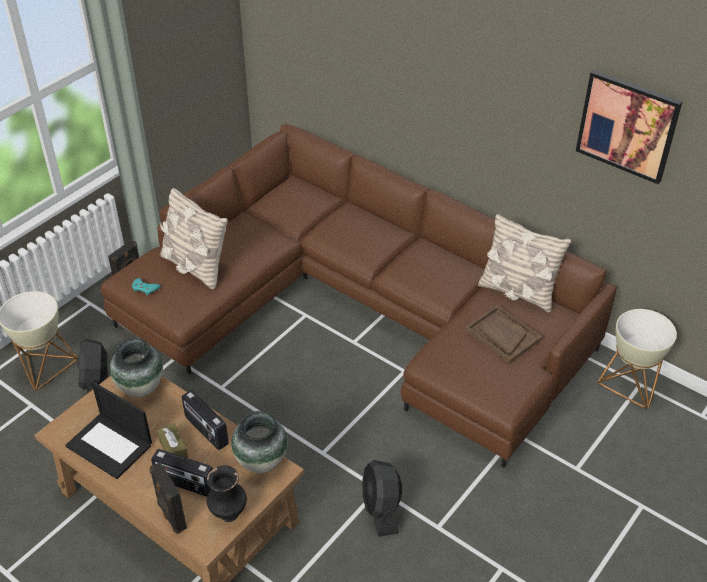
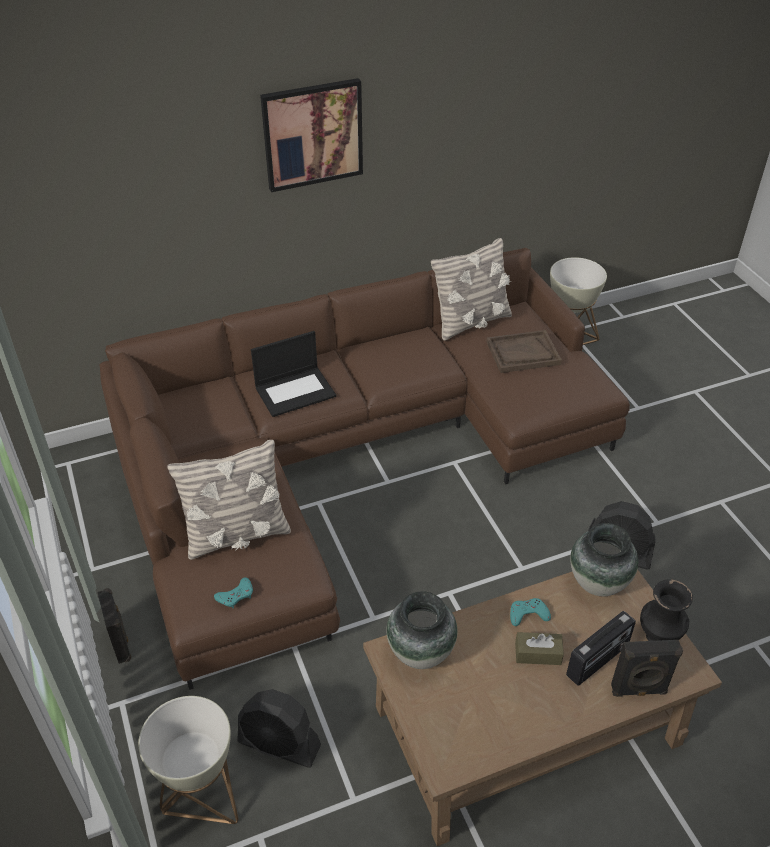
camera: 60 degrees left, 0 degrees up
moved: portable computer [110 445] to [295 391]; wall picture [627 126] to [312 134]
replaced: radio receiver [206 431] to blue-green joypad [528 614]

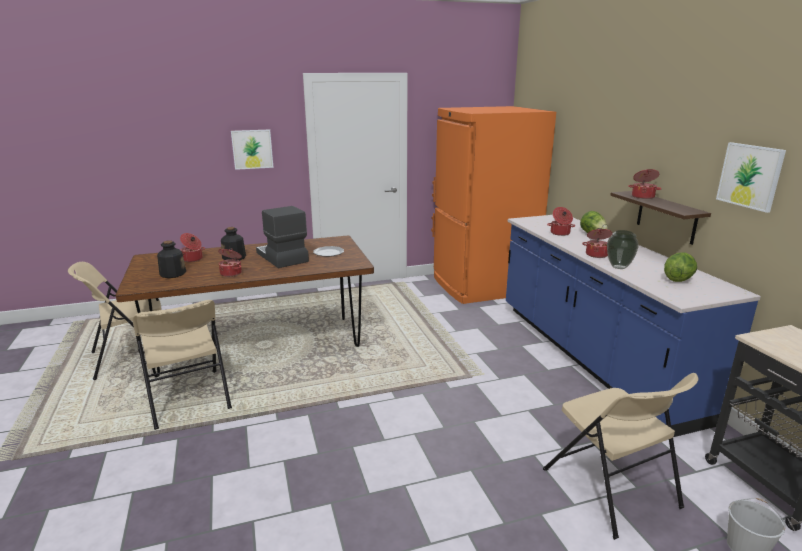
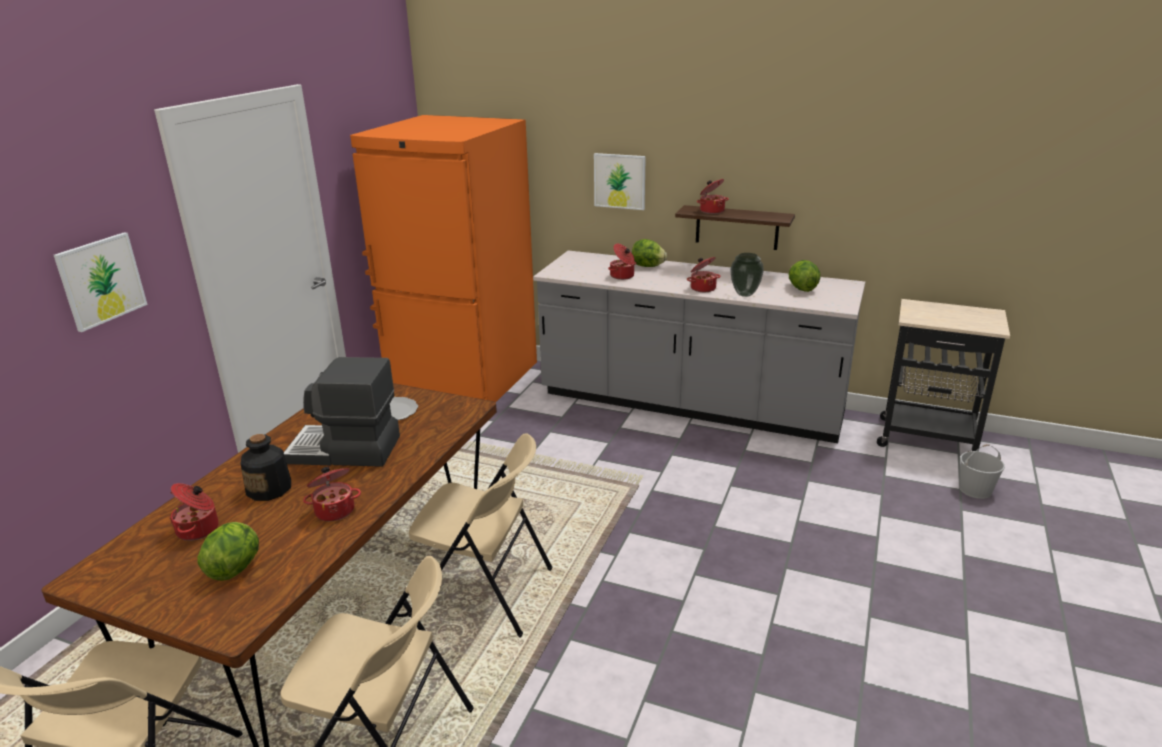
camera: 50 degrees left, 5 degrees up
moved: beige chair [609 488] to [483 592]; wall picture [750 176] to [619 181]
replaced: bottle [172 274] to head of lettuce [235 567]
recoloured: blue kitchen base unit [592 357] to greyish kitchen base unit [689 405]

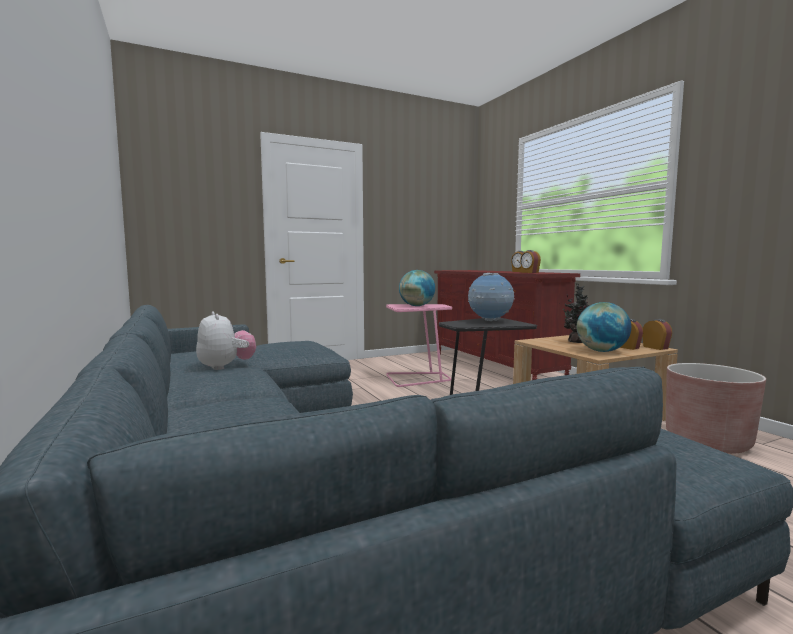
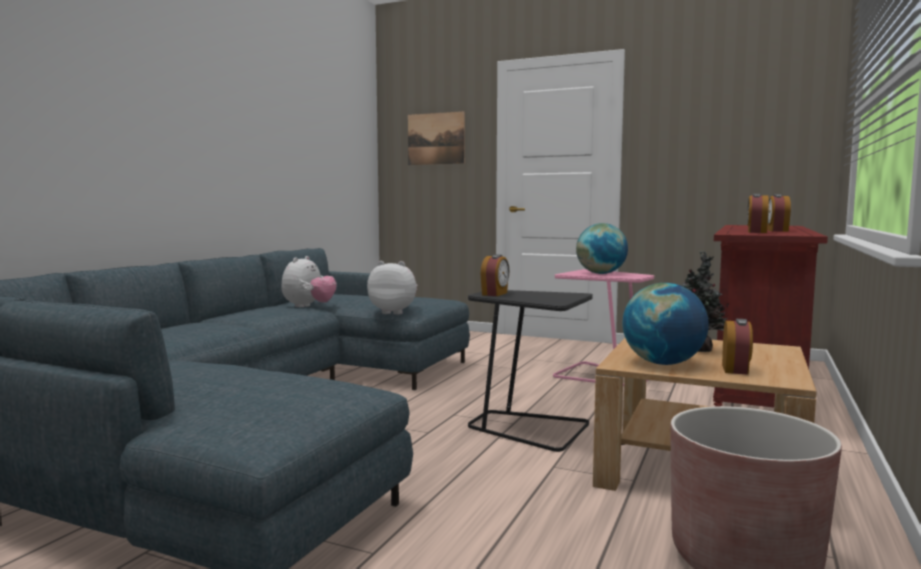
camera: 50 degrees right, 0 degrees up
removed: world globe [490 321]
added: soft toy [394 312]; wall picture [436 138]
moved: alarm clock [656 347] to [495 294]

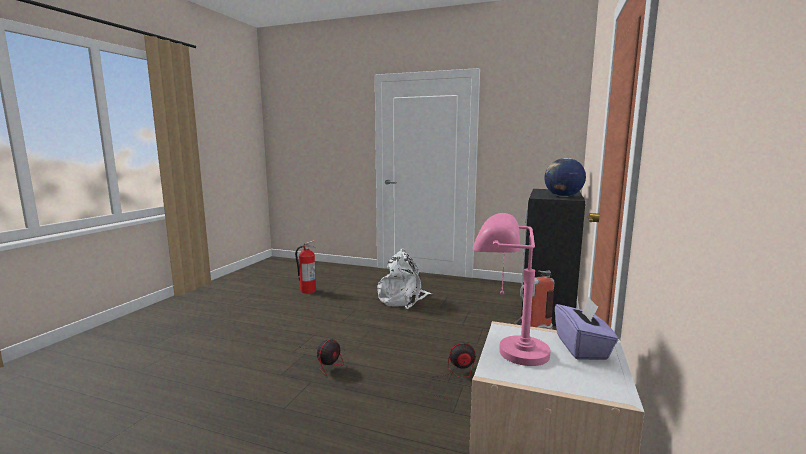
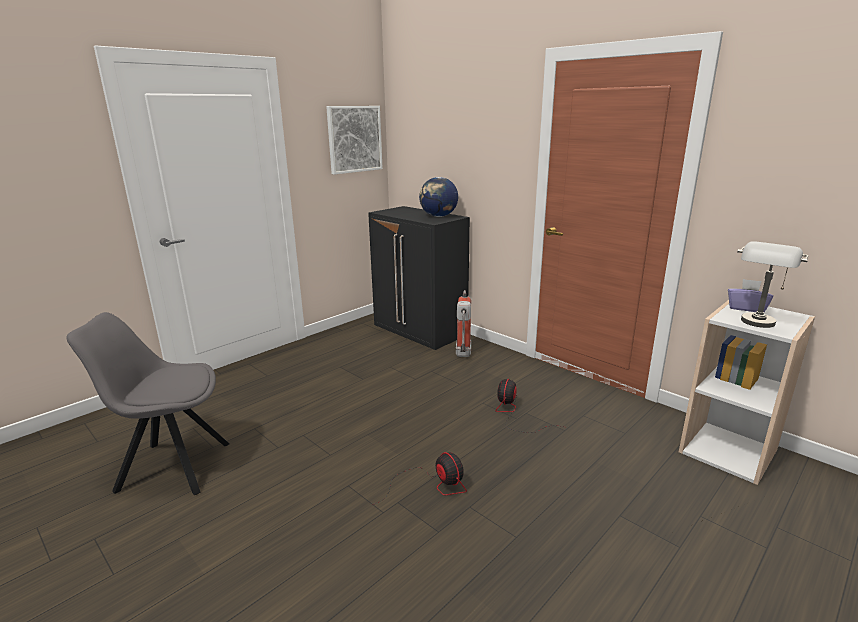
camera: 65 degrees left, 10 degrees up
removed: white-coloured backpack [403 299]
added: wall picture [354 139]
replaced: extinguisher [307 291] to greyish chair [173 467]
recoloured: pinkish lamp for a table [506 351] to greyish lamp for a table [757 325]

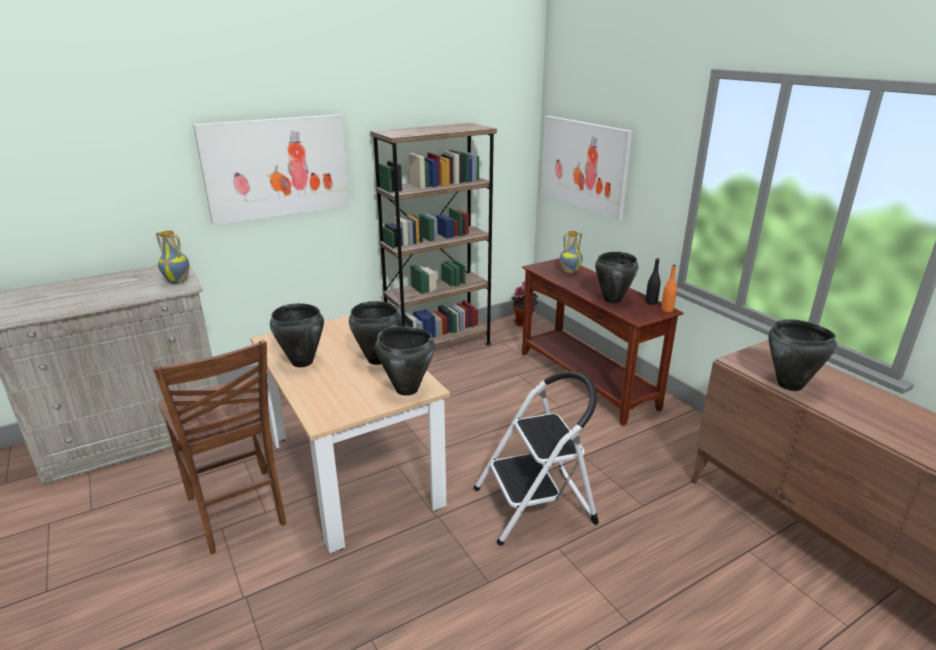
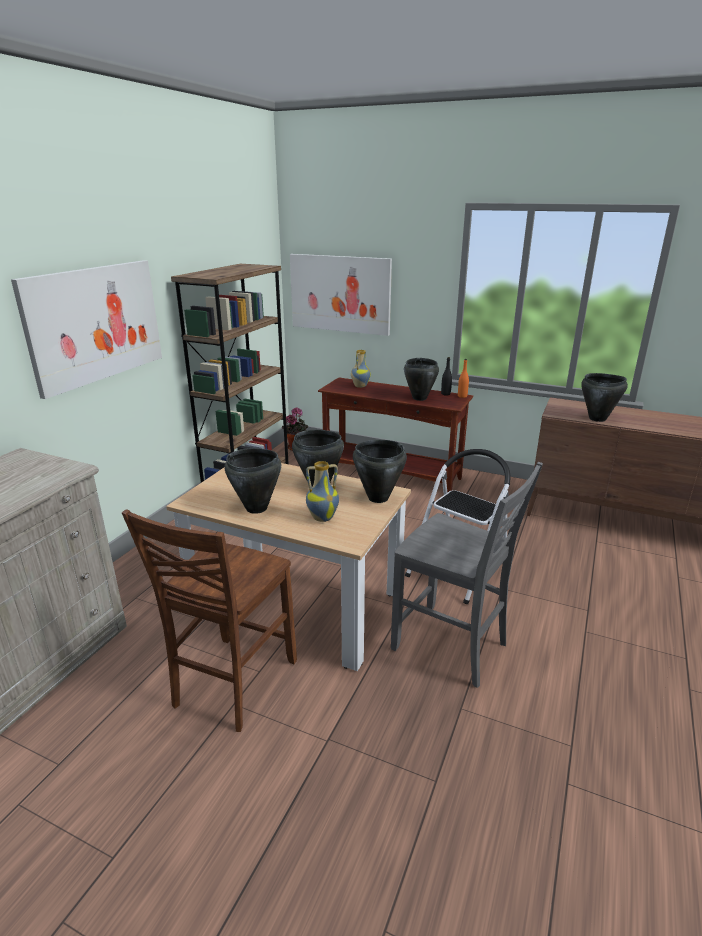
camera: 35 degrees left, 0 degrees up
added: greyish chair [452 646]
moved: decorative vase [178 281] to [322 517]
turned: brownish chair [238 512] = [232 683] 90 degrees clockwise

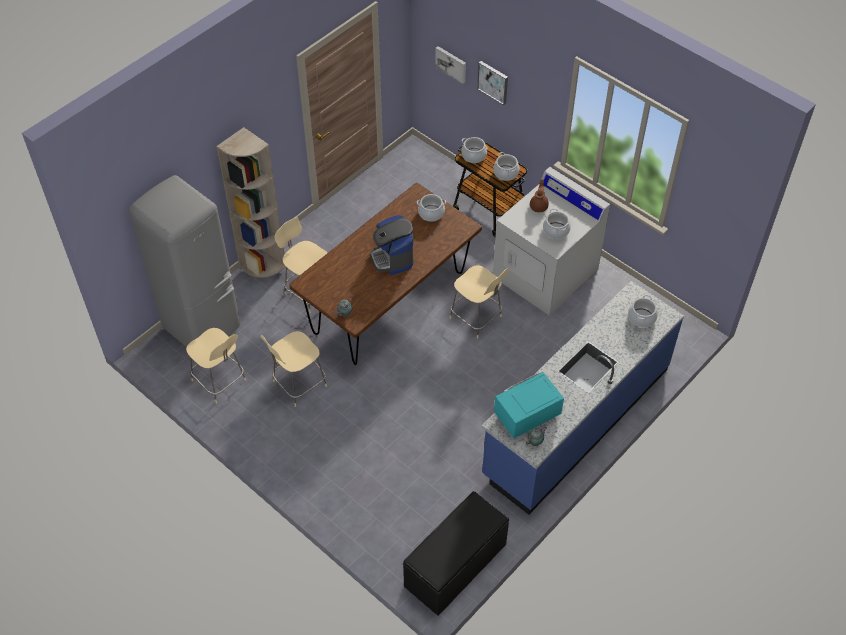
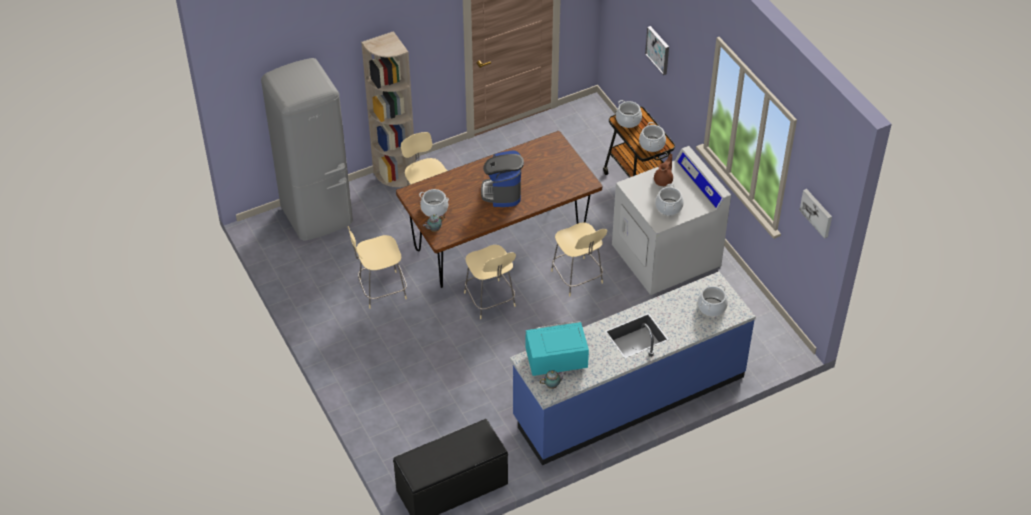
camera: 20 degrees right, 5 degrees down
moved: beige chair [220 381] to [490 301]; stockpot [431 213] to [434 209]; wall picture [451 64] to [817 212]

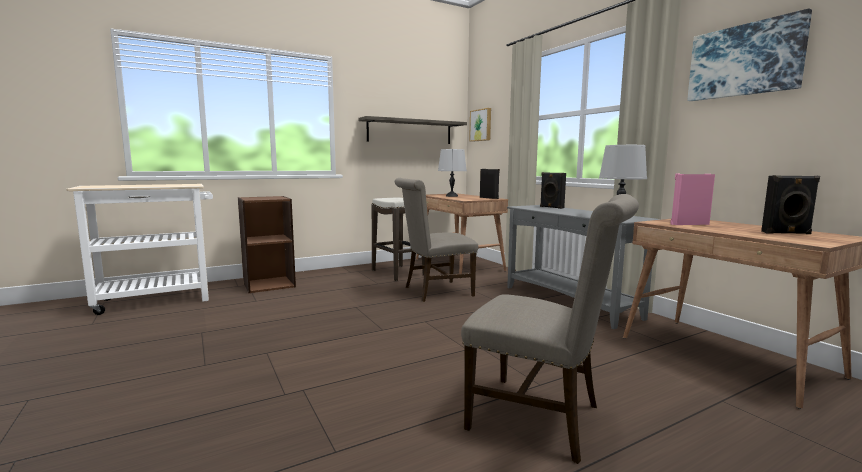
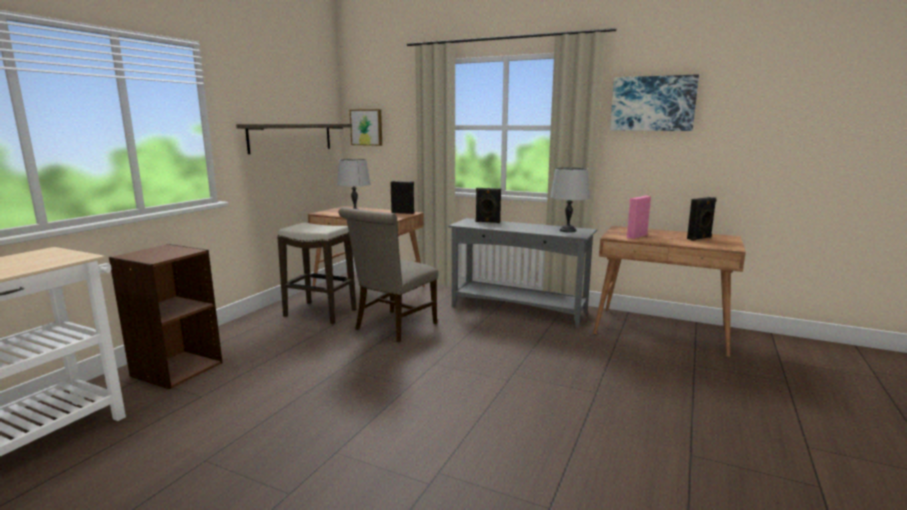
camera: 35 degrees left, 5 degrees up
removed: beige chair [543 418]

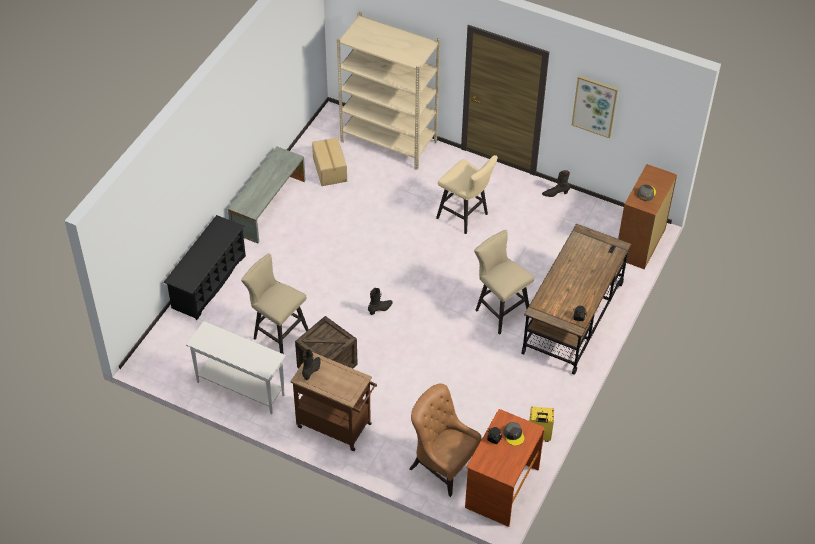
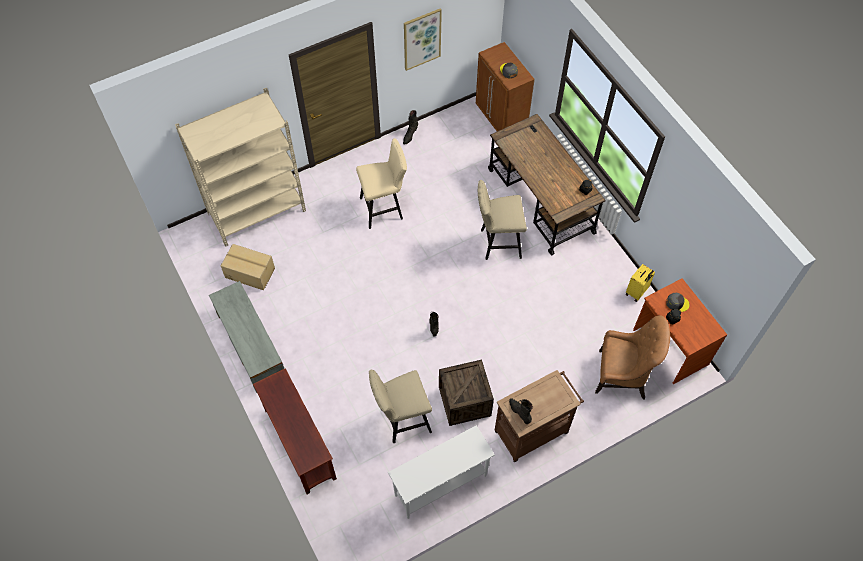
camera: 55 degrees left, 10 degrees up
replaced: black-coloured shoe shelf [208 282] to brownish console table [299 444]
turned: brownish chair [442 465] = [622 375] 150 degrees counterclockwise

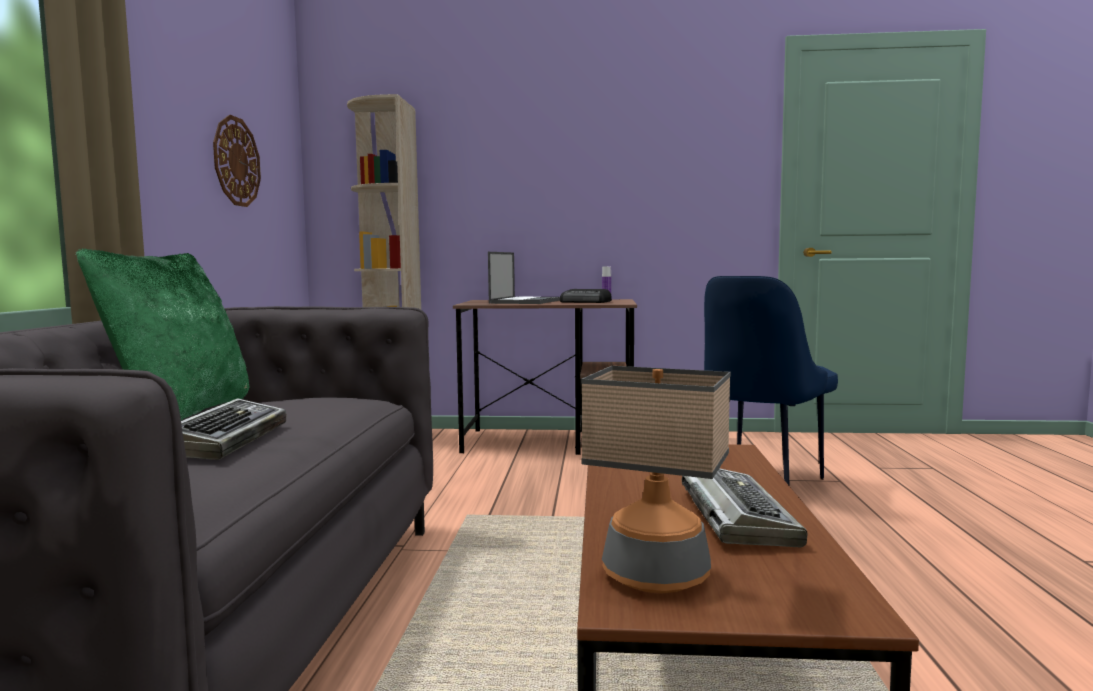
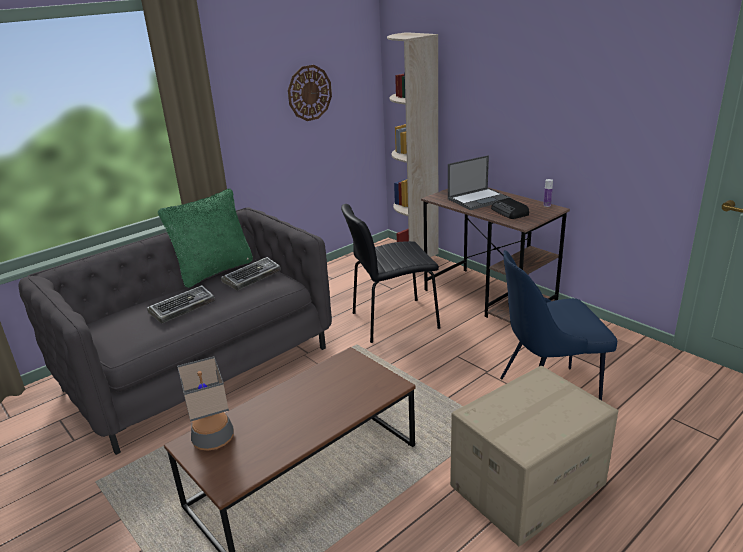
camera: 45 degrees right, 20 degrees up
added: black-coloured chair [391 321]; carton [527 484]
moved: PC keyboard [736 517] to [252 277]

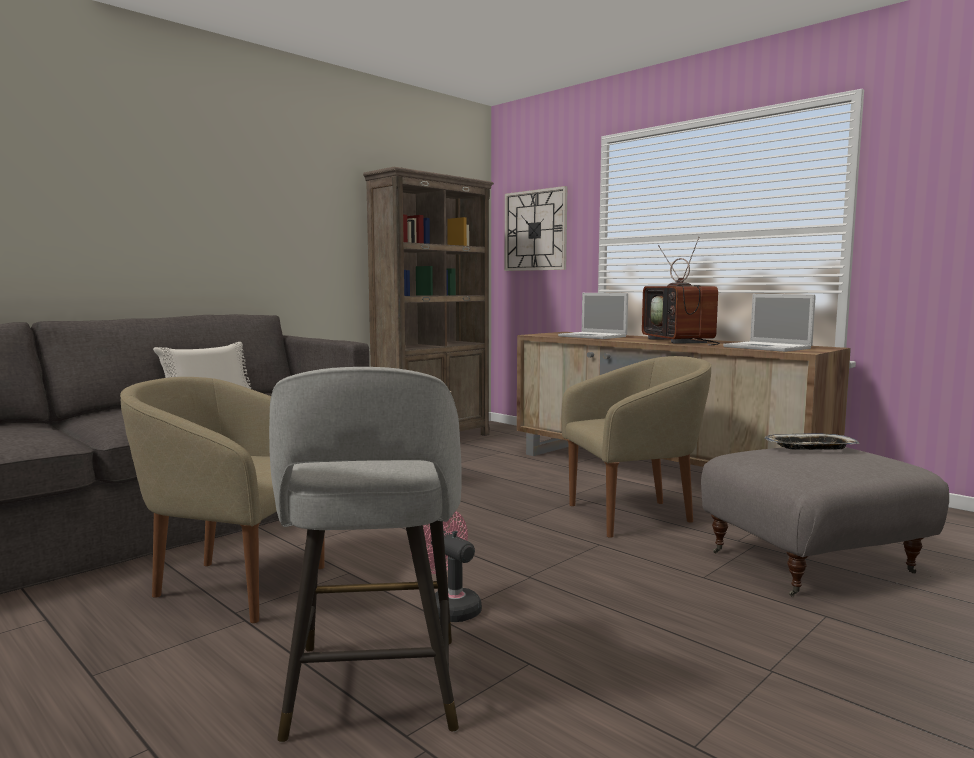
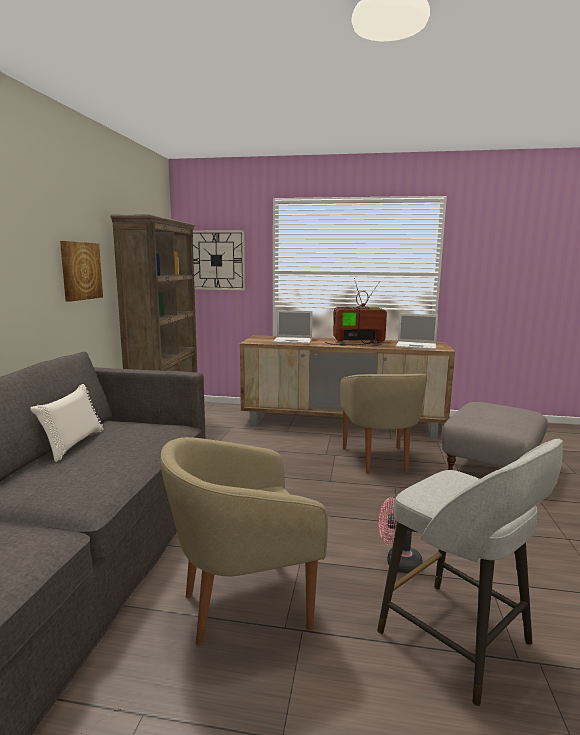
camera: 35 degrees left, 5 degrees up
removed: tray [810 447]
added: wall picture [80 271]
turned: beige lounge chair [634 515] = [379 460] 135 degrees clockwise; television [681 341] = [356 342] 135 degrees clockwise

